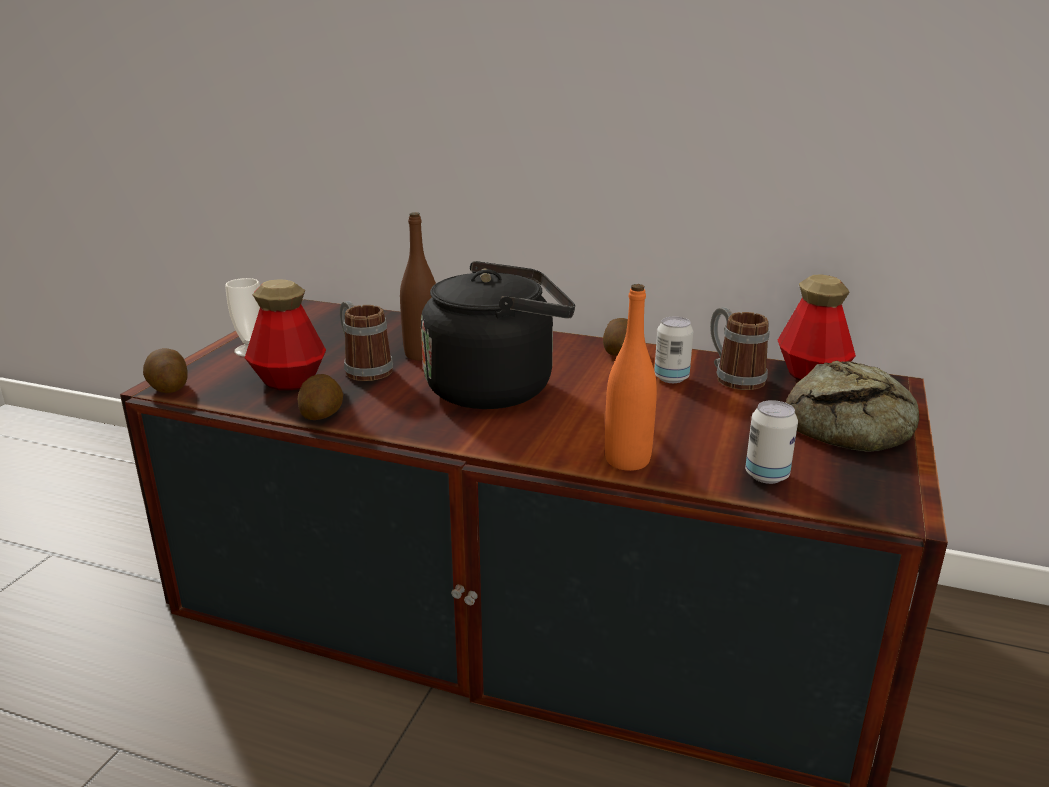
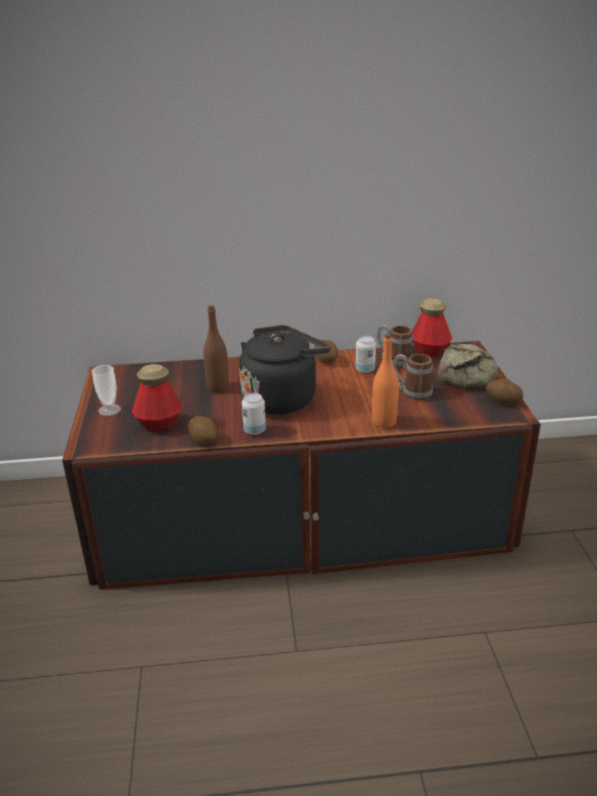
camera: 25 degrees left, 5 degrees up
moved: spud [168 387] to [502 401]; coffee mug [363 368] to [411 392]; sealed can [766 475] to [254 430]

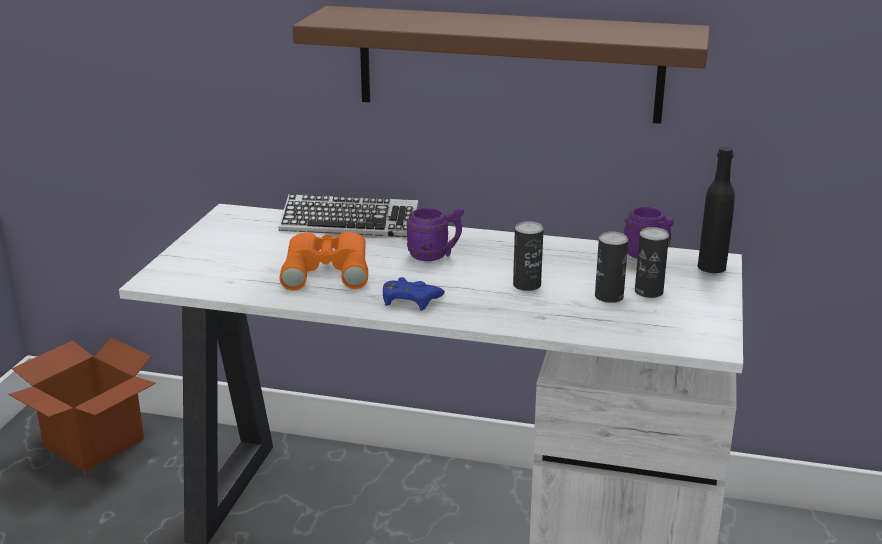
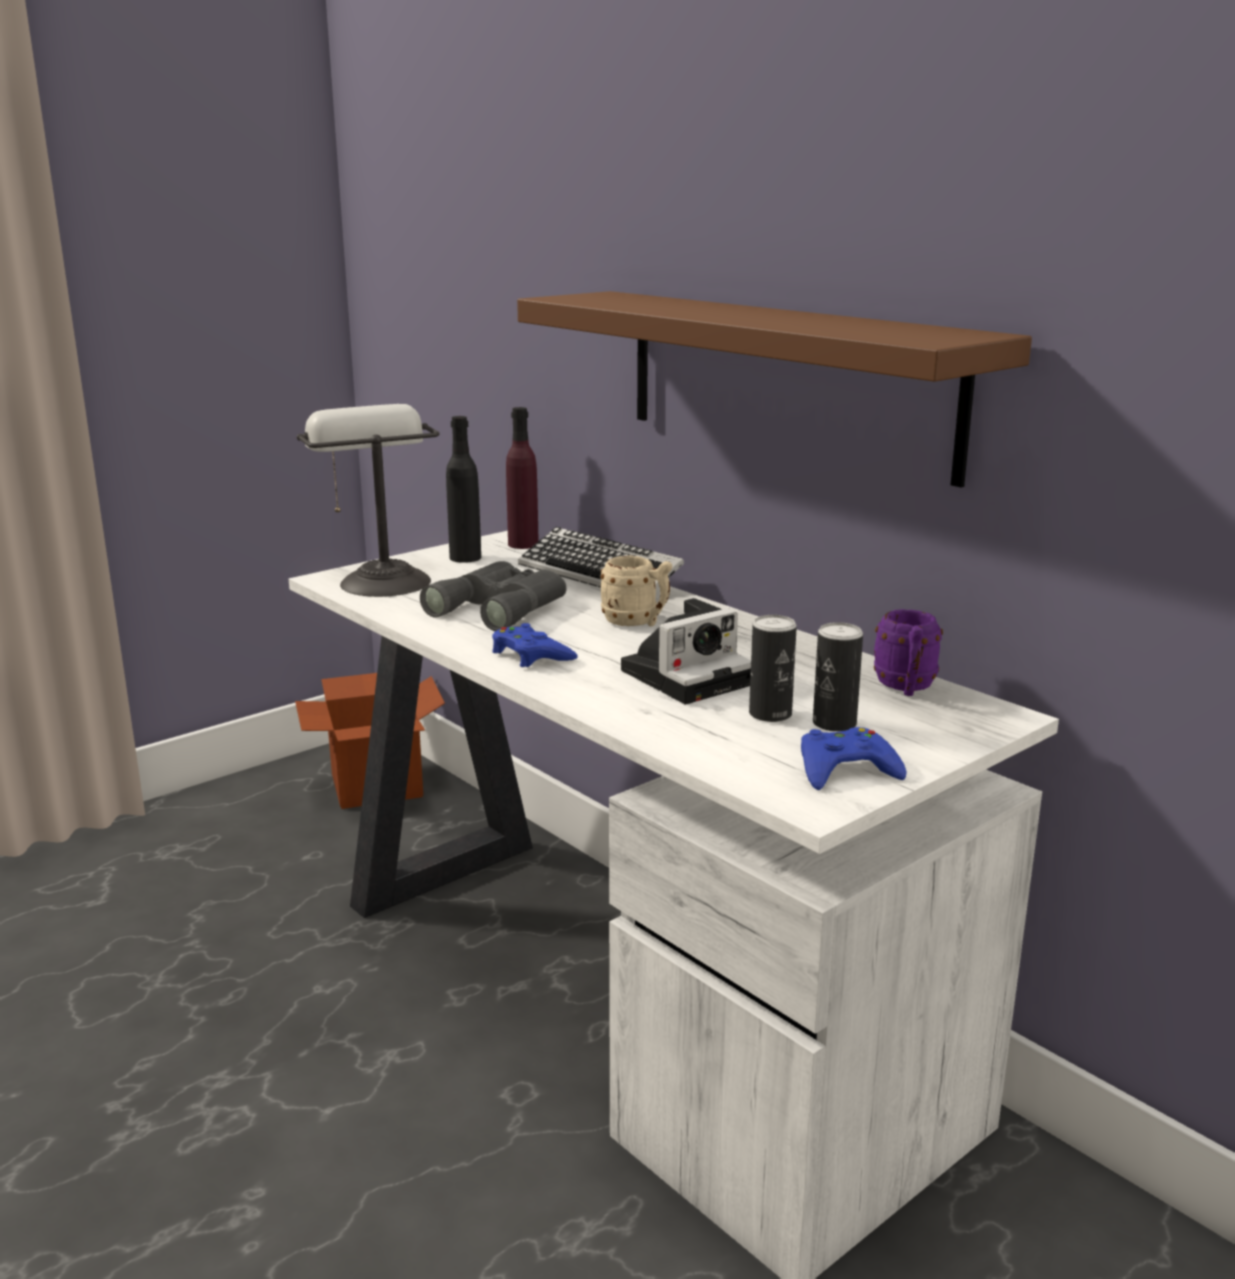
camera: 35 degrees right, 5 degrees down
added: lamp for a table [377 577]; purplish bottle [523 544]; blue joypad [845 770]
moved: black-coloured bottle [711 267] to [465 558]
replaced: sealed can [526 285] to still camera [689 676]
recoloured: orange binoculars [327 268] to greyish binoculars [502 606]; purplish coffee mug [435 256] to beige coffee mug [637 622]

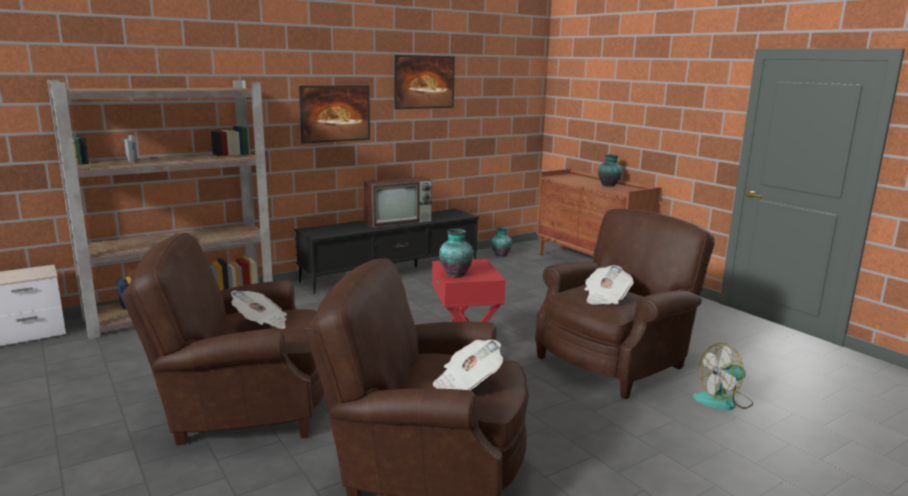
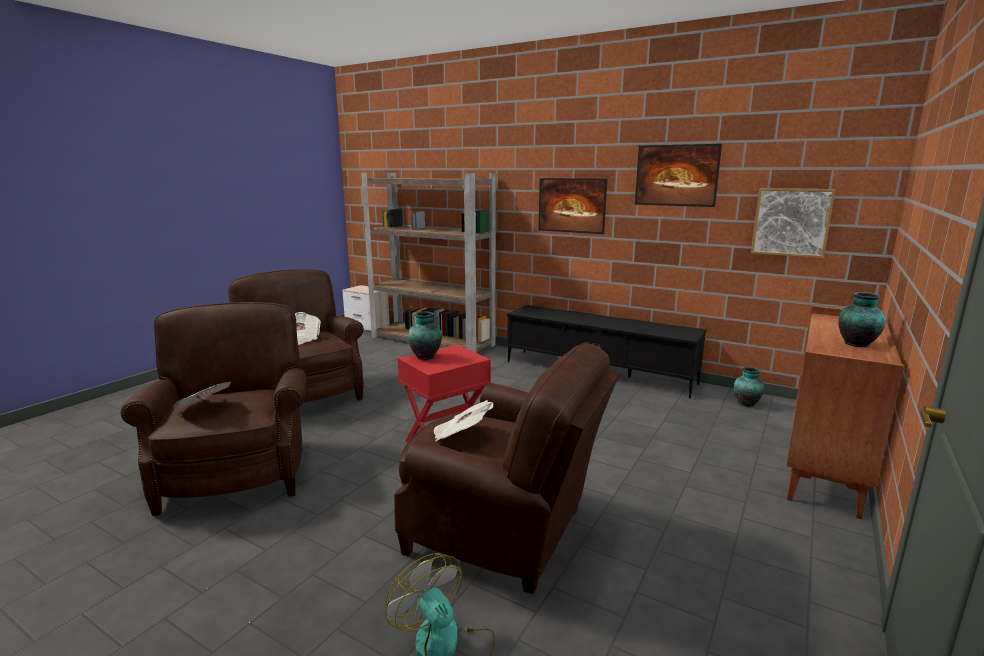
camera: 65 degrees right, 0 degrees up
removed: television [399 221]
added: wall picture [791 222]

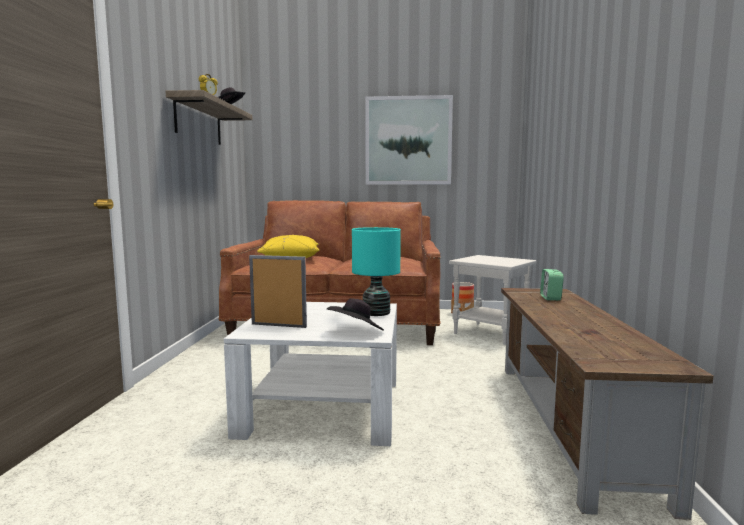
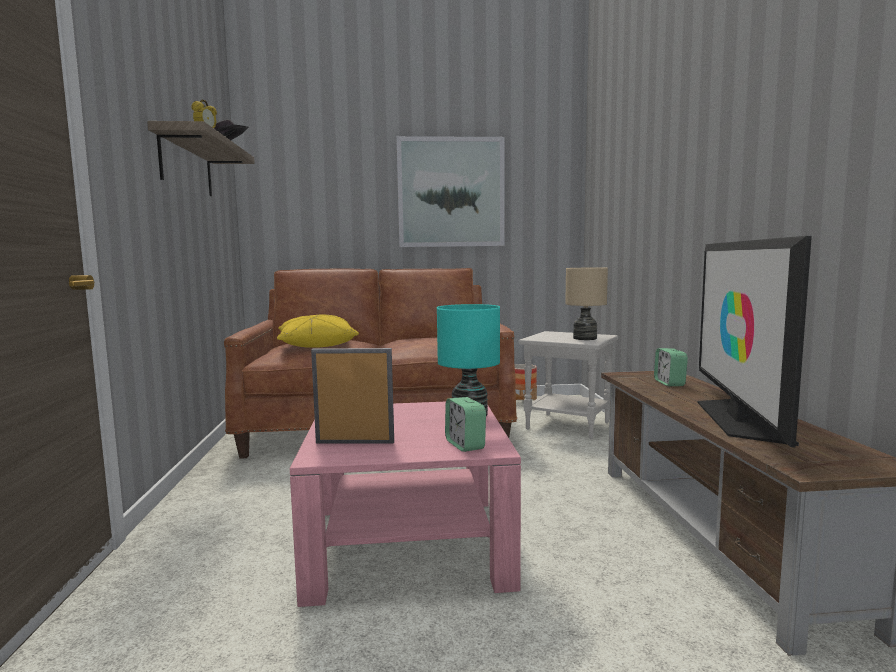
camera: 10 degrees left, 0 degrees up
added: beige lamp for a table [585 338]; television [739 419]
replaced: black-coloured clothing hat [356 332] to alarm clock [465 445]
recoloured: white-coloured lounge table [323 406] to pinkish lounge table [408 543]

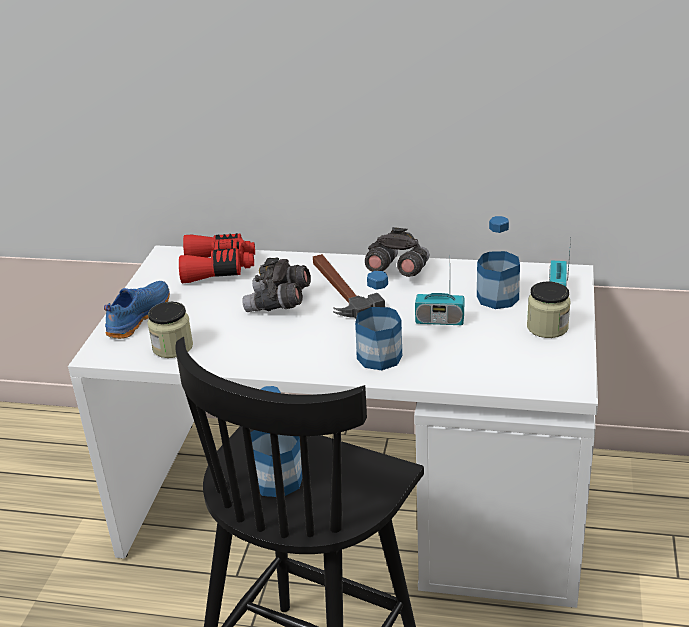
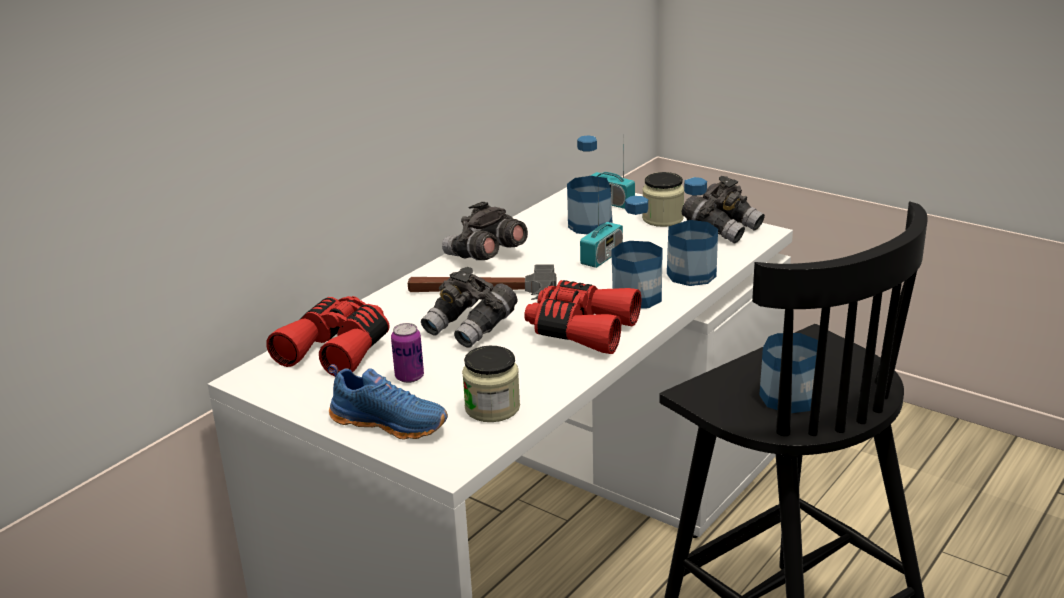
camera: 65 degrees left, 5 degrees down
added: sealed can [409 377]; red-coloured binoculars [581 330]; bottle [691 275]; greyish binoculars [722 229]
turned: blue shoe [137 317] = [390 422] 150 degrees clockwise

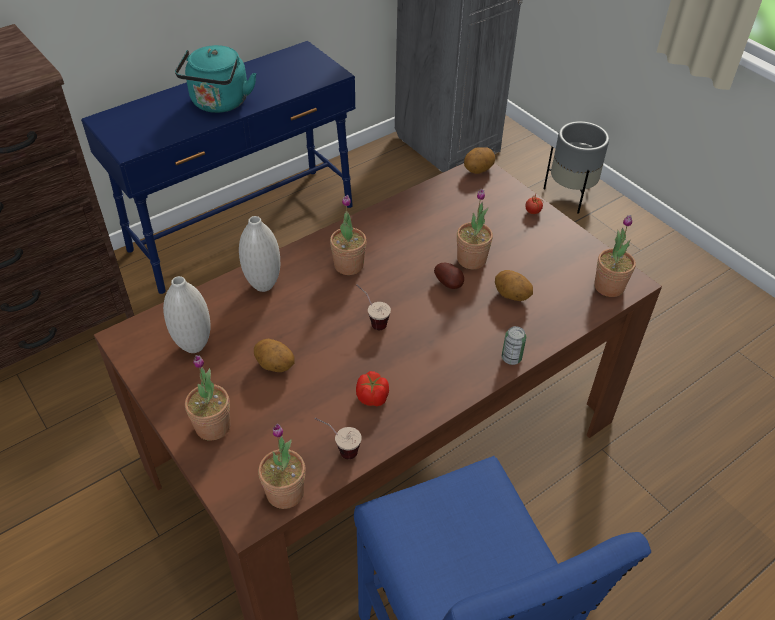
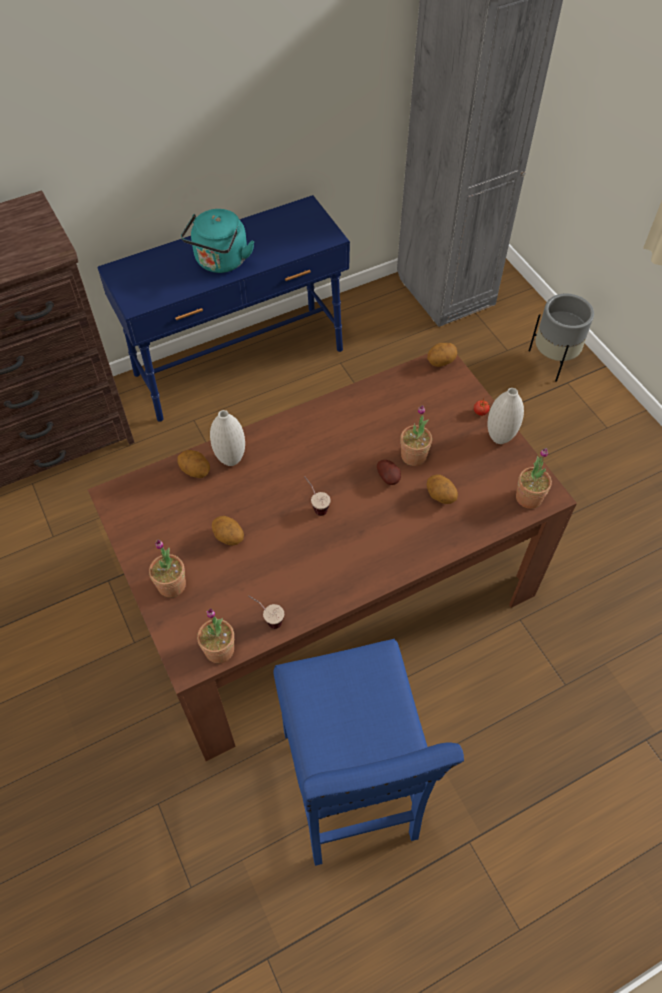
camera: 10 degrees right, 10 degrees up
removed: houseplant [348 265]; fresh tomato [372 397]; sealed can [511 358]
added: spud [195 471]
moved: white-coloured decorative vase [194 345] to [499 438]

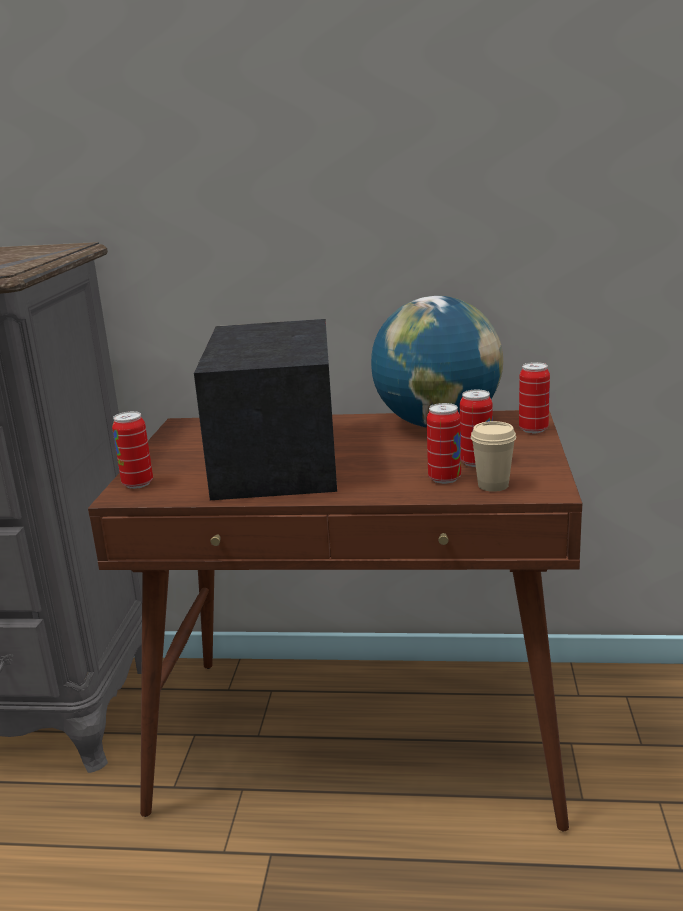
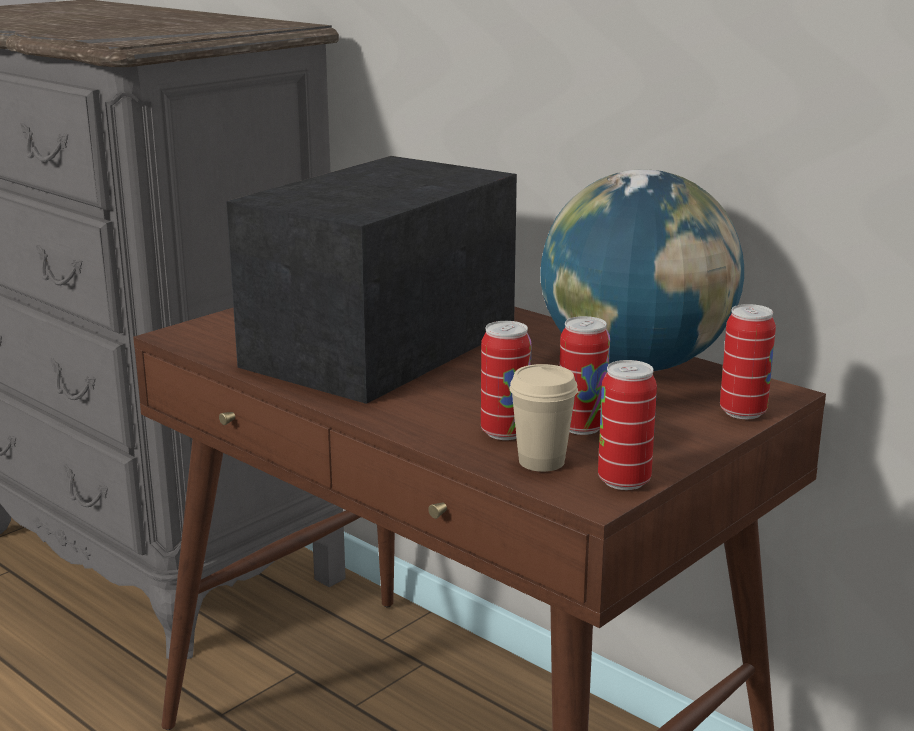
camera: 35 degrees right, 0 degrees up
moved: sealed can [137 483] to [624 481]

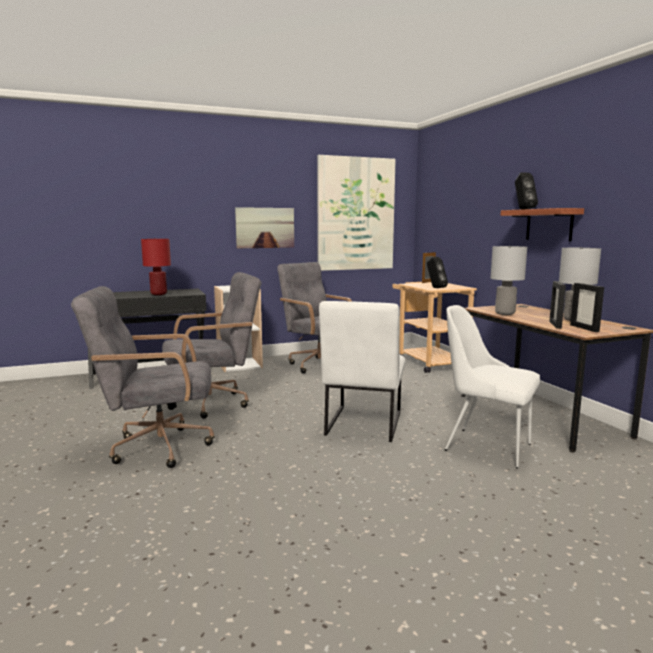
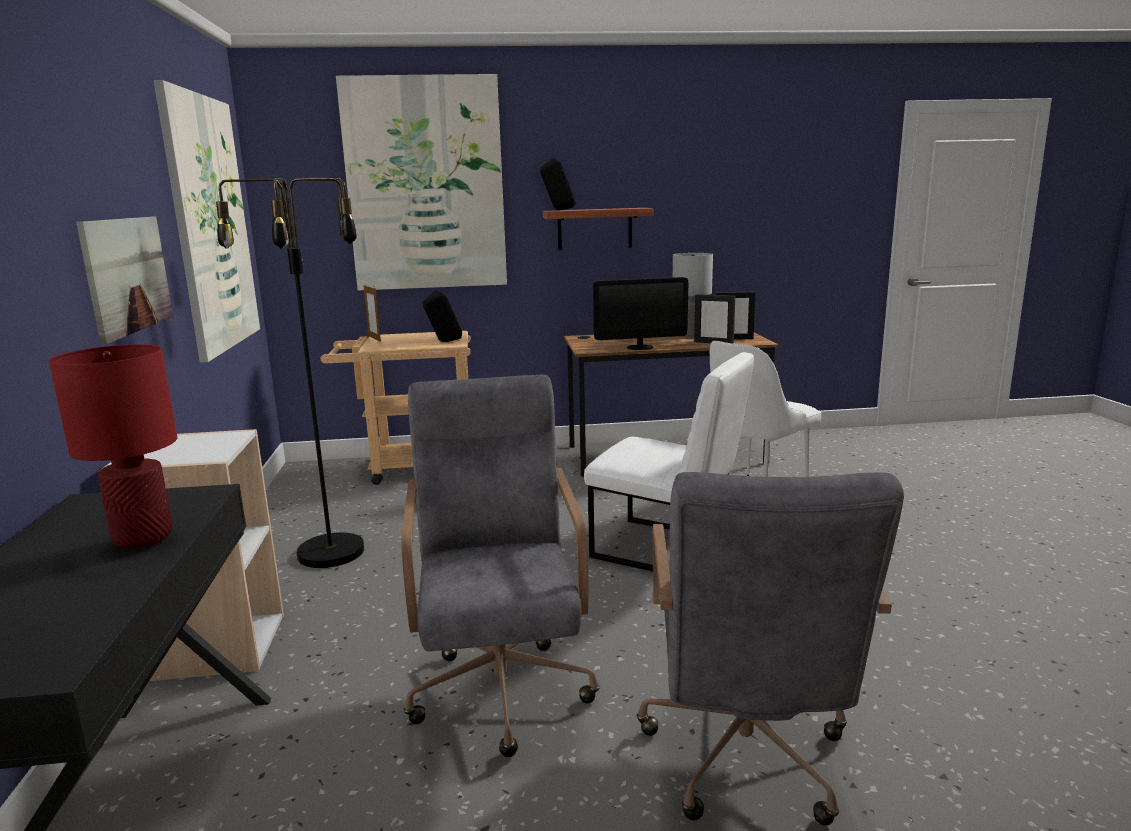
camera: 75 degrees left, 5 degrees up
added: wall picture [425 185]
replaced: greyish desk chair [317 365] to standard lamp [332 553]; greyish lamp for a table [505 314] to computer screen [640 347]

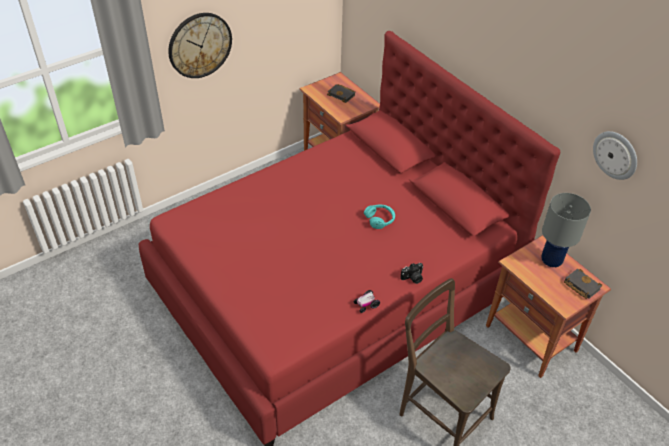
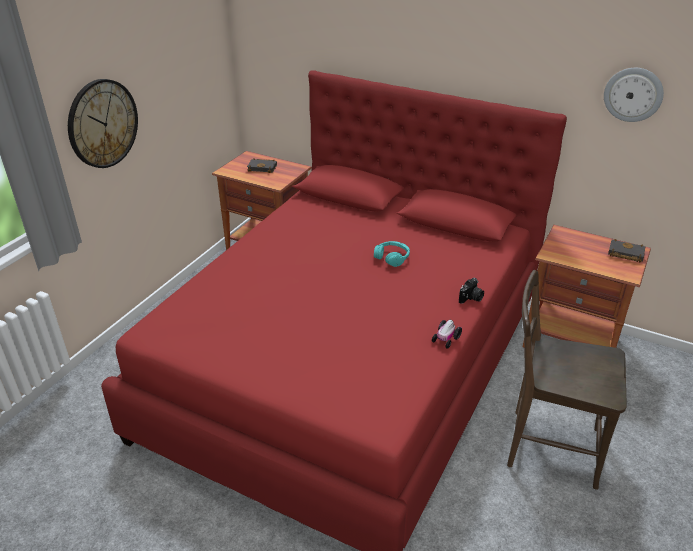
camera: 25 degrees left, 10 degrees down
removed: greyish lamp for a table [551 261]

